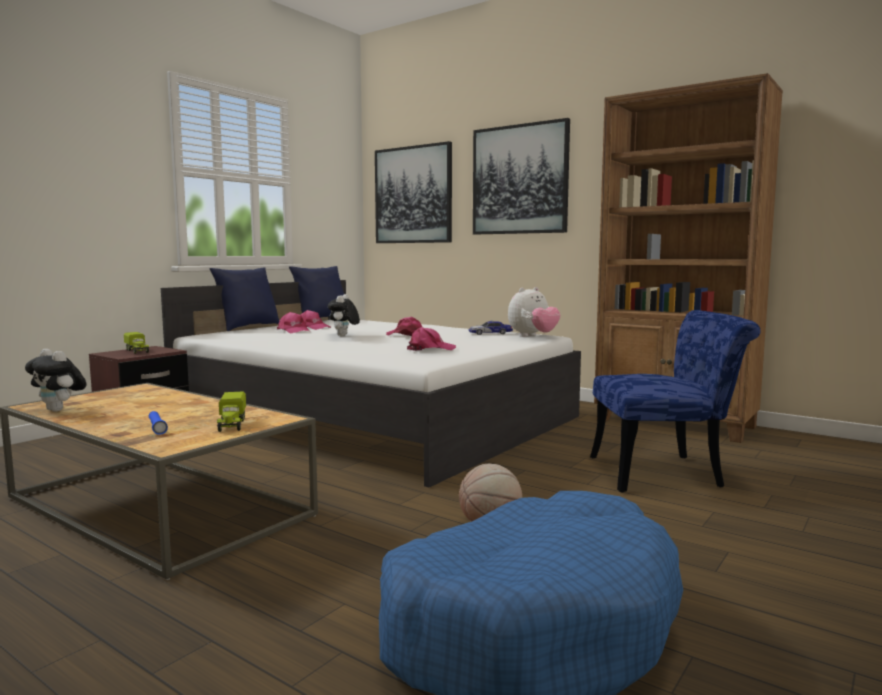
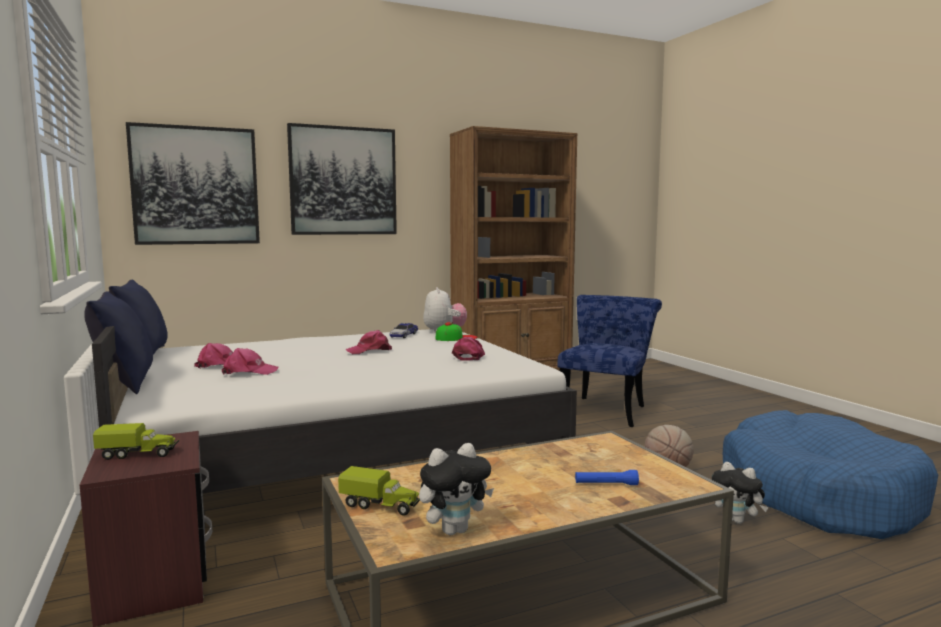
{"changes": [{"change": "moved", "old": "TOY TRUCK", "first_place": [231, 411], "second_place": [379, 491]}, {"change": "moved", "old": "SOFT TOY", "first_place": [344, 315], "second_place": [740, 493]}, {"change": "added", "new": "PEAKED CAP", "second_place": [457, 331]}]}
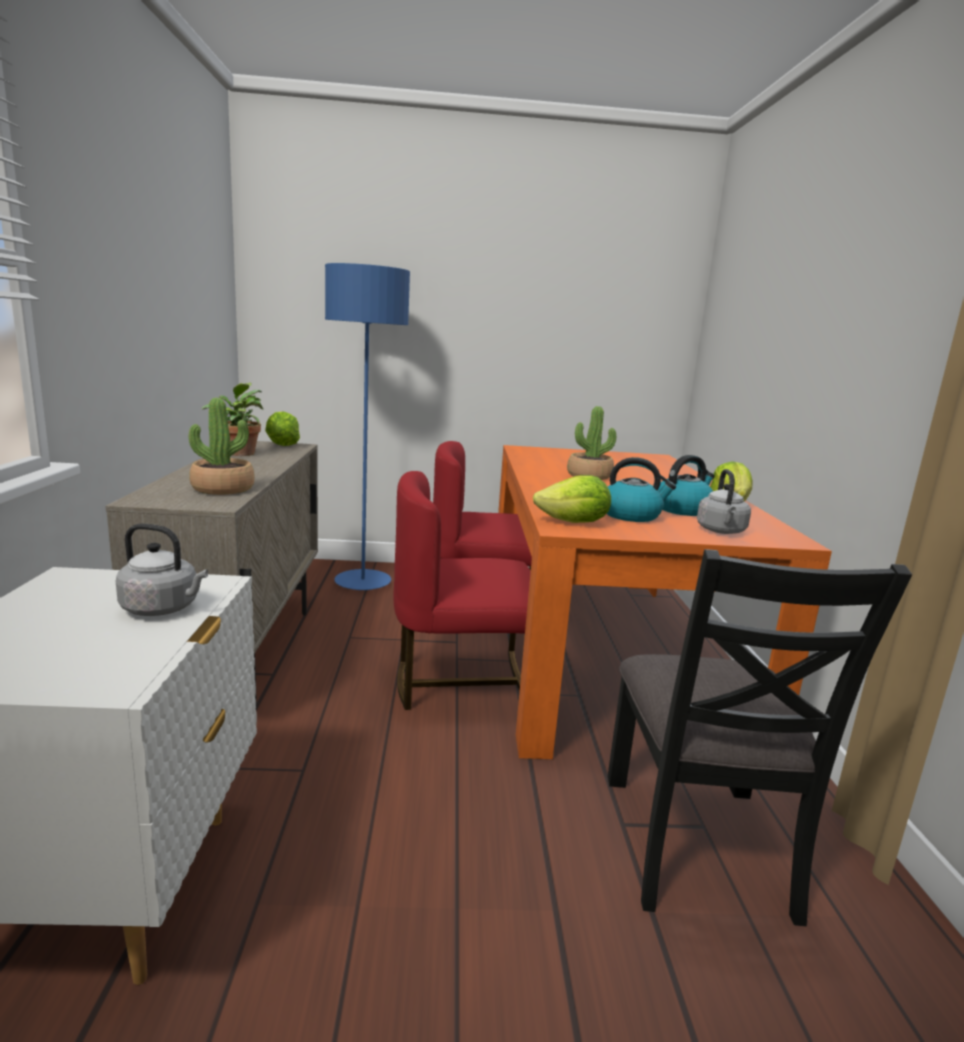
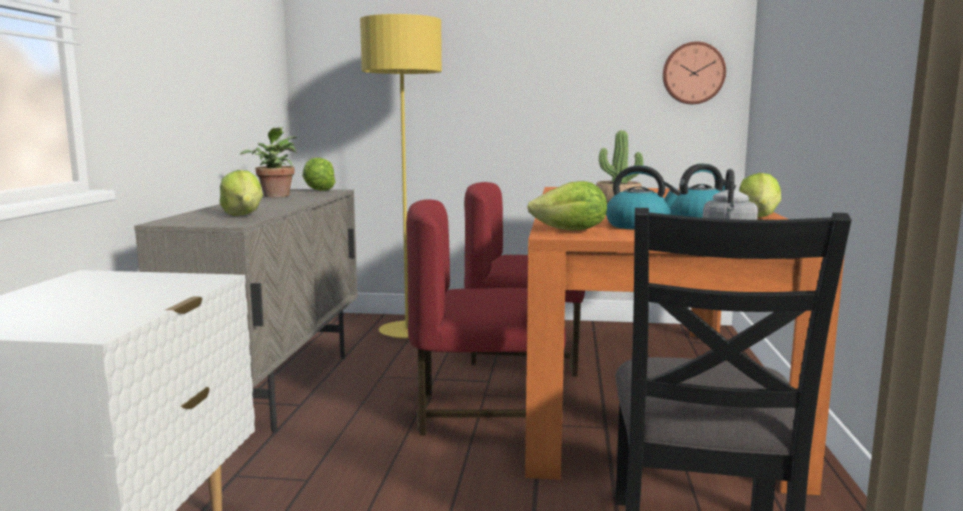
{"changes": [{"change": "removed", "old": "GRAY WATER KETTLE", "first_place": [162, 570]}, {"change": "replaced", "old": "PLANT IN A POT", "new": "HEAD OF LETTUCE", "first_place": [222, 446], "second_place": [241, 193]}, {"change": "recoloured", "old": "BLUE-COLOURED STANDARD LAMP", "new": "YELLOW-COLOURED STANDARD LAMP", "first_place": [367, 426], "second_place": [401, 176]}, {"change": "added", "new": "WALL CLOCK", "second_place": [694, 73]}]}
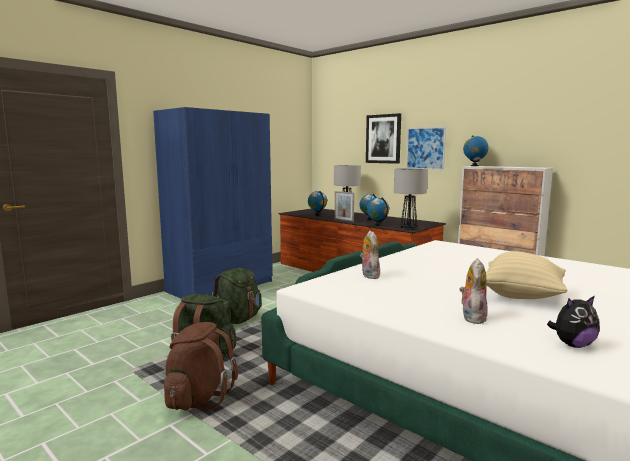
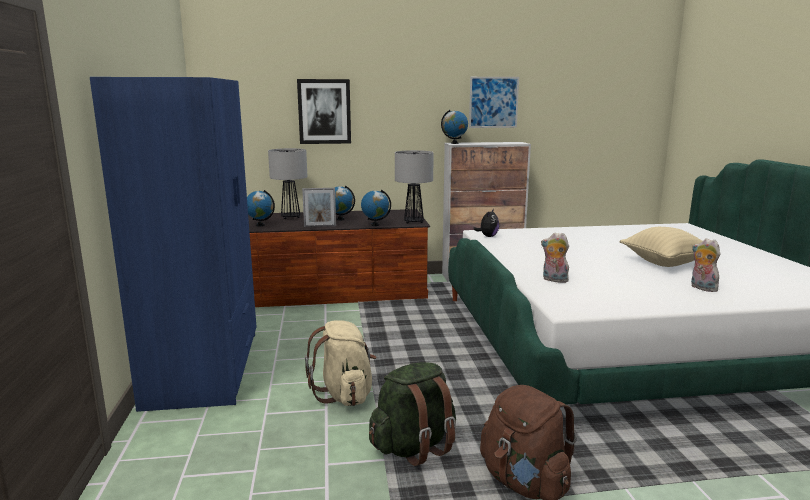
{"changes": [{"change": "recoloured", "old": "GREEN-COLOURED BACKPACK", "new": "BEIGE-COLOURED BACKPACK", "first_place": [237, 296], "second_place": [340, 363]}, {"change": "moved", "old": "WALL PICTURE", "first_place": [426, 148], "second_place": [494, 102]}, {"change": "moved", "old": "SOFT TOY", "first_place": [573, 322], "second_place": [486, 223]}]}
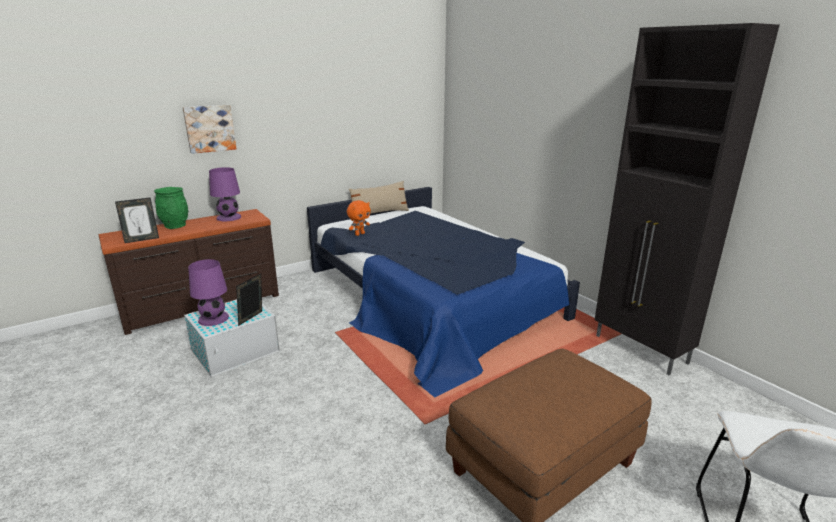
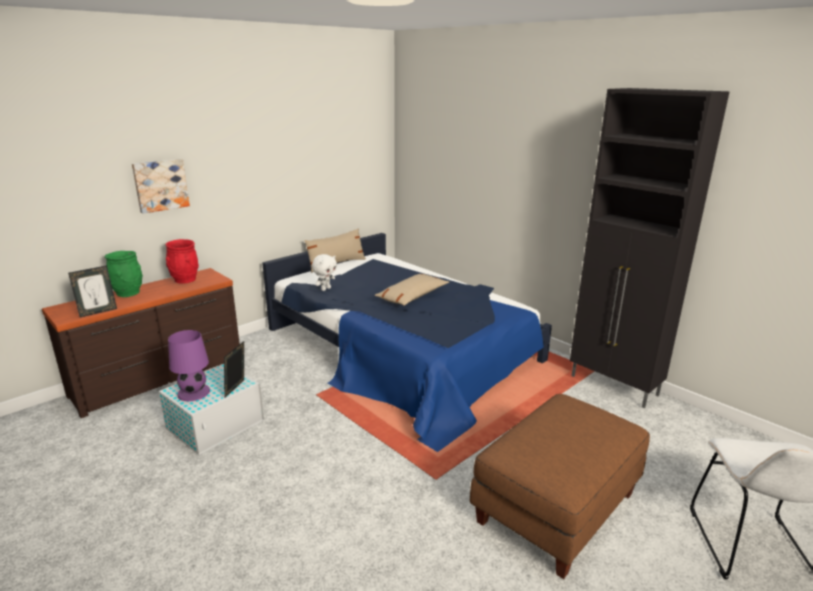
{"changes": [{"change": "replaced", "old": "PURPLE-COLOURED TABLE LAMP", "new": "RED-COLOURED FLOWER VASE", "first_place": [225, 194], "second_place": [182, 261]}, {"change": "recoloured", "old": "ORANGE SOFT TOY", "new": "WHITE SOFT TOY", "first_place": [359, 218], "second_place": [324, 272]}, {"change": "added", "new": "BEIGE-COLOURED CUSHION", "second_place": [412, 290]}]}
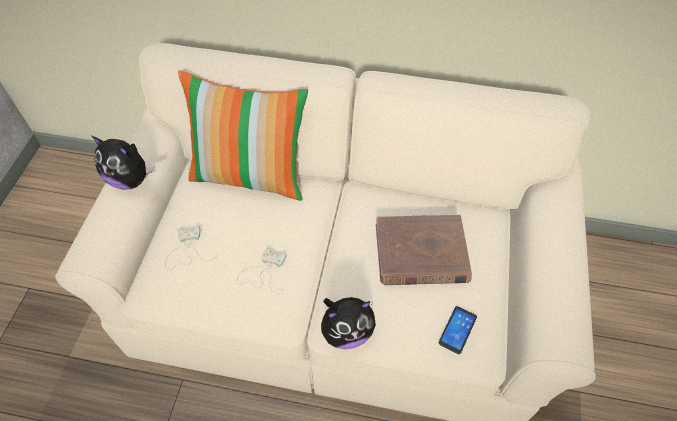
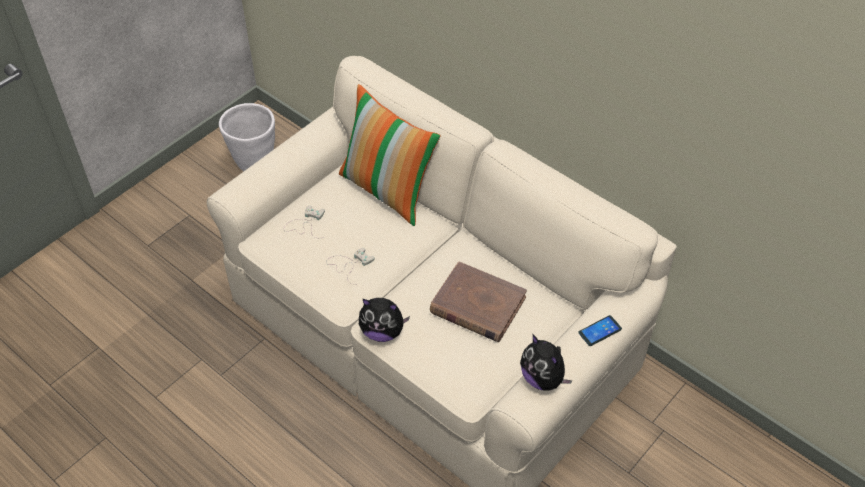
{"changes": [{"change": "moved", "old": "SOFT TOY", "first_place": [124, 163], "second_place": [546, 362]}, {"change": "moved", "old": "PHONE", "first_place": [458, 330], "second_place": [600, 330]}, {"change": "added", "new": "WHITE PLANTER", "second_place": [247, 137]}]}
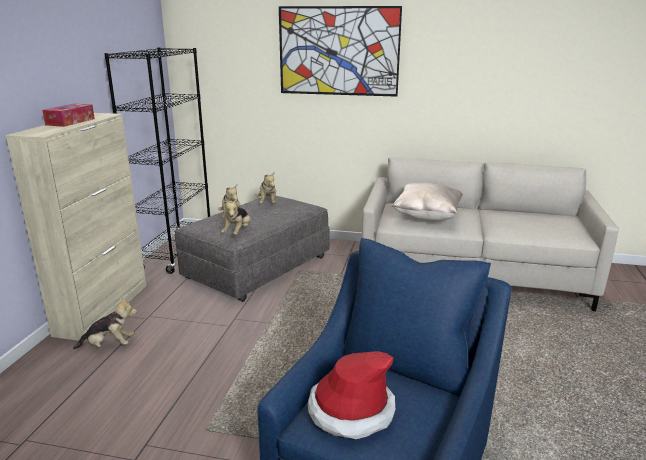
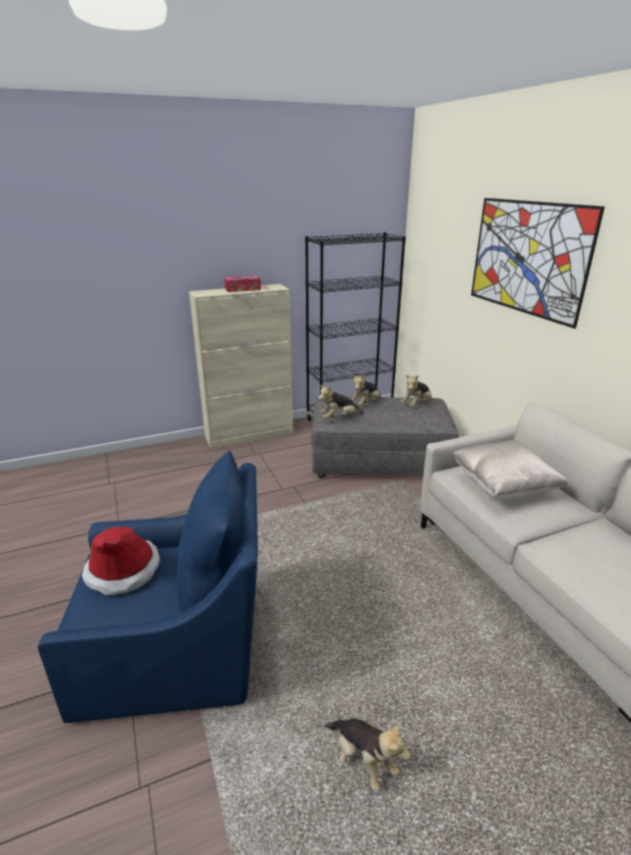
{"changes": [{"change": "moved", "old": "SOFT TOY", "first_place": [105, 323], "second_place": [368, 755]}]}
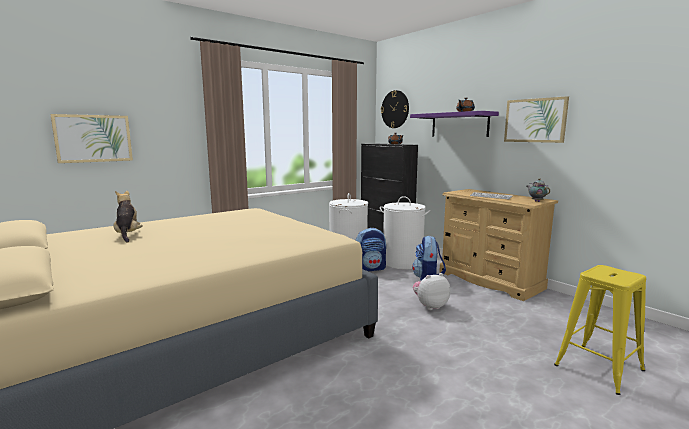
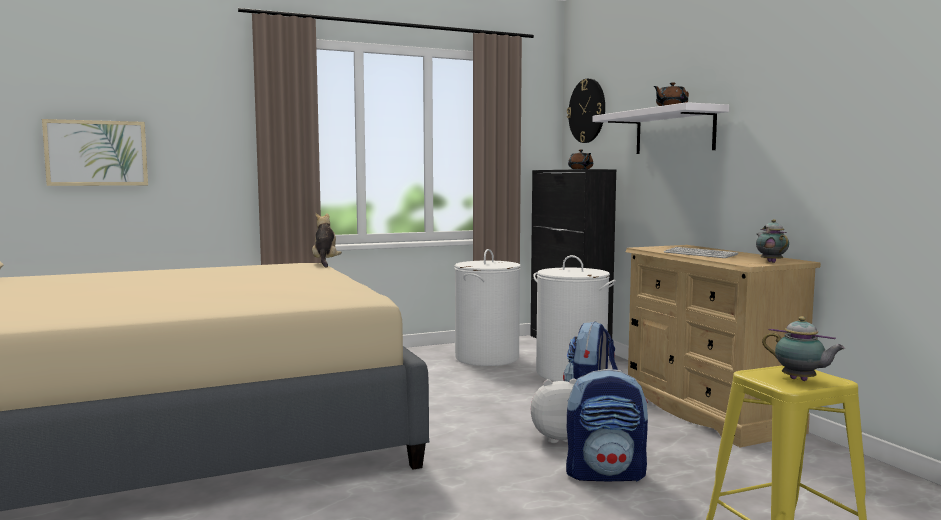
{"changes": [{"change": "moved", "old": "SOFT TOY", "first_place": [128, 216], "second_place": [327, 240]}, {"change": "moved", "old": "BACKPACK", "first_place": [371, 249], "second_place": [607, 425]}, {"change": "recoloured", "old": "PURPLE-COLOURED WALL SHELF", "new": "WHITE WALL SHELF", "first_place": [454, 124], "second_place": [660, 128]}, {"change": "removed", "old": "WALL PICTURE", "first_place": [536, 119]}, {"change": "added", "new": "TEAPOT", "second_place": [803, 348]}]}
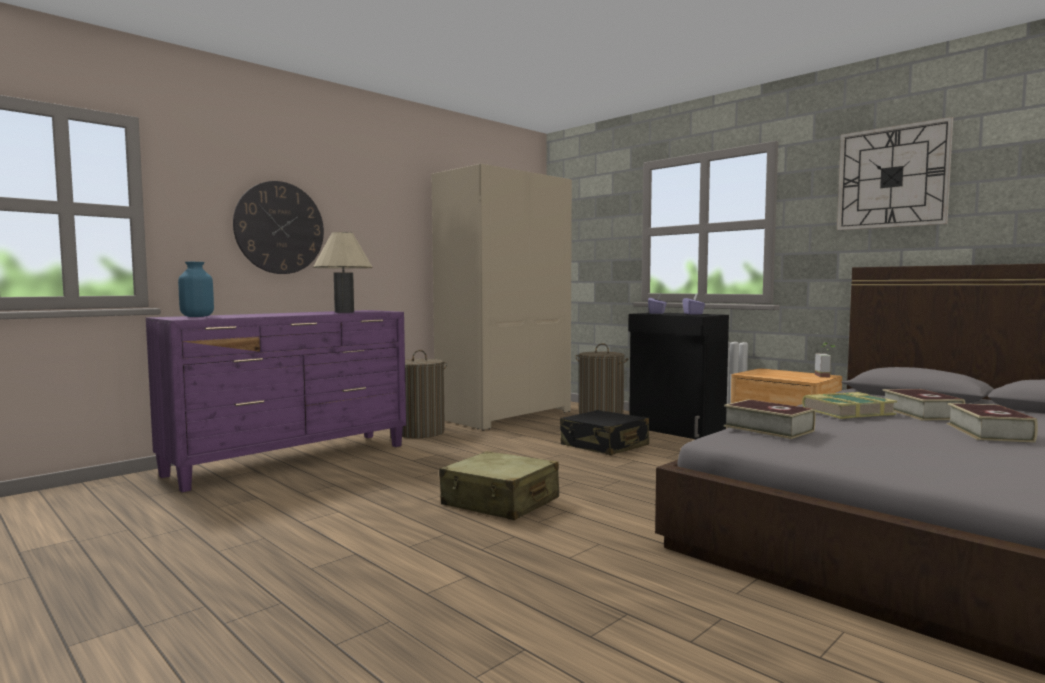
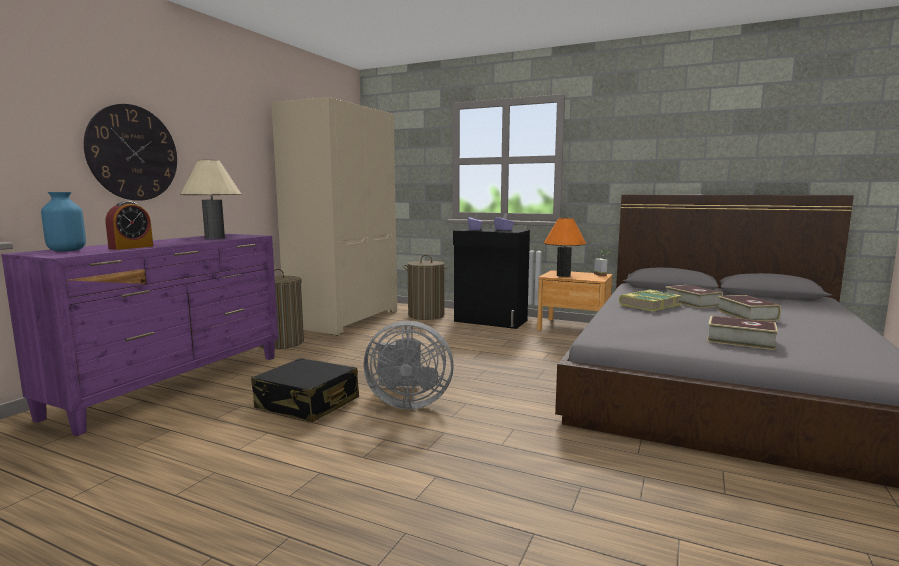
{"changes": [{"change": "replaced", "old": "BEIGE-COLOURED TRAVEL CASE", "new": "GRAY FAN", "first_place": [499, 485], "second_place": [409, 365]}, {"change": "moved", "old": "BLACKISH TRAVEL CASE", "first_place": [604, 432], "second_place": [305, 390]}, {"change": "moved", "old": "BOOK", "first_place": [769, 419], "second_place": [742, 333]}, {"change": "removed", "old": "WALL CLOCK", "first_place": [895, 173]}, {"change": "added", "new": "TABLE CLOCK", "second_place": [129, 225]}, {"change": "added", "new": "ORANGE TABLE LAMP", "second_place": [565, 247]}]}
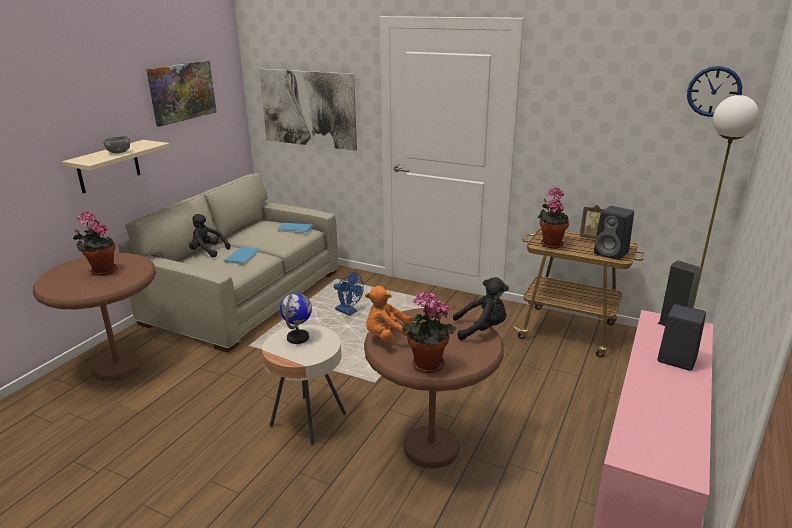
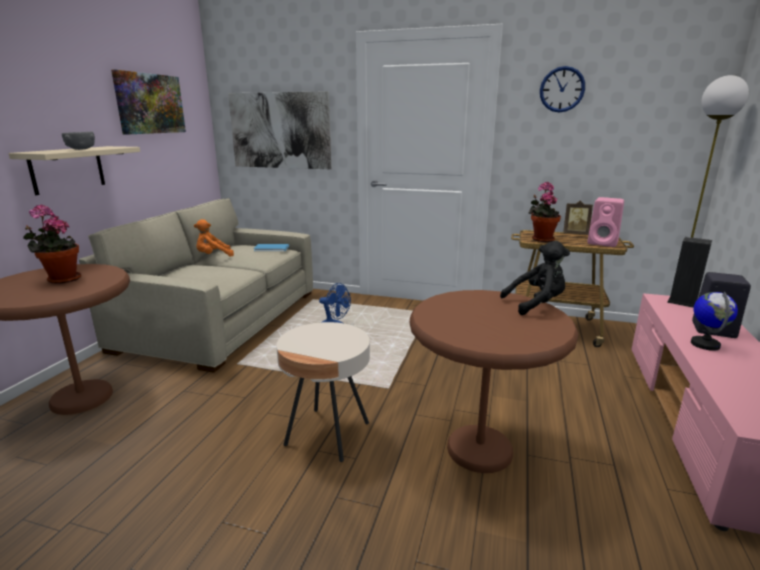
{"changes": [{"change": "removed", "old": "BLACKISH SOFT TOY", "first_place": [209, 235]}, {"change": "removed", "old": "BLUE-COLOURED BOOK", "first_place": [241, 256]}, {"change": "moved", "old": "WORLD GLOBE", "first_place": [296, 318], "second_place": [714, 321]}, {"change": "moved", "old": "ORANGE SOFT TOY", "first_place": [388, 314], "second_place": [214, 238]}, {"change": "removed", "old": "PLANT IN A POT", "first_place": [429, 332]}, {"change": "recoloured", "old": "BLACKISH AUDIO SPEAKER", "new": "PINKISH AUDIO SPEAKER", "first_place": [614, 233], "second_place": [605, 222]}, {"change": "moved", "old": "WALL CLOCK", "first_place": [714, 91], "second_place": [562, 89]}]}
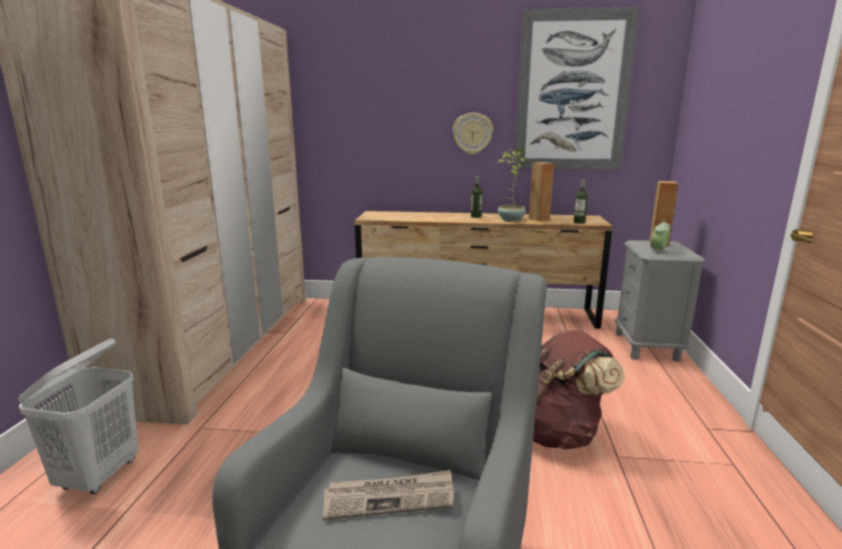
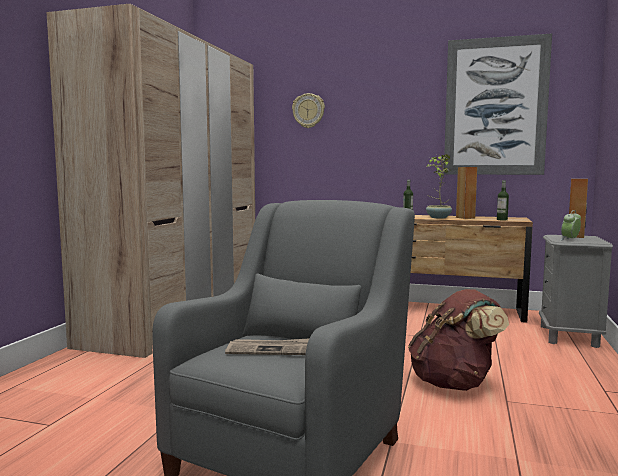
{"changes": [{"change": "removed", "old": "WHITE HAMPER", "first_place": [78, 416]}, {"change": "moved", "old": "WALL CLOCK", "first_place": [472, 134], "second_place": [308, 110]}]}
